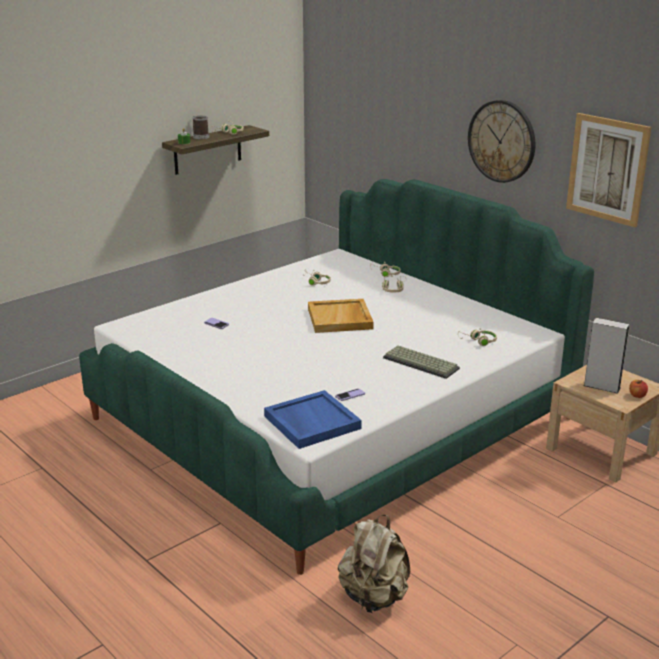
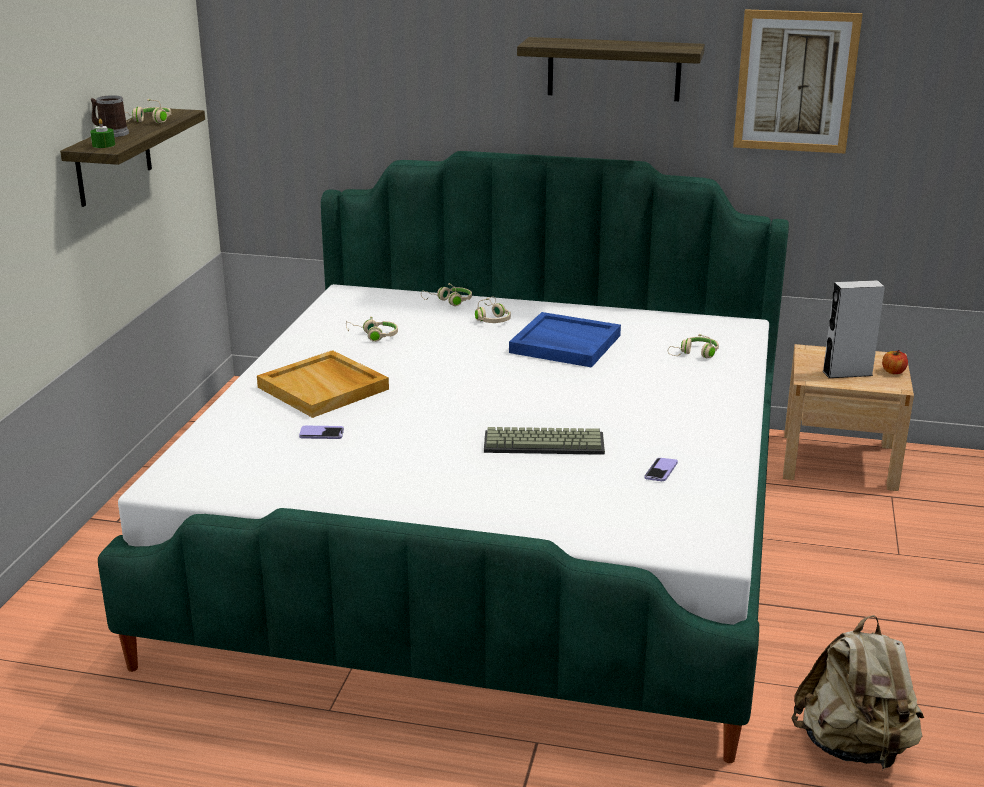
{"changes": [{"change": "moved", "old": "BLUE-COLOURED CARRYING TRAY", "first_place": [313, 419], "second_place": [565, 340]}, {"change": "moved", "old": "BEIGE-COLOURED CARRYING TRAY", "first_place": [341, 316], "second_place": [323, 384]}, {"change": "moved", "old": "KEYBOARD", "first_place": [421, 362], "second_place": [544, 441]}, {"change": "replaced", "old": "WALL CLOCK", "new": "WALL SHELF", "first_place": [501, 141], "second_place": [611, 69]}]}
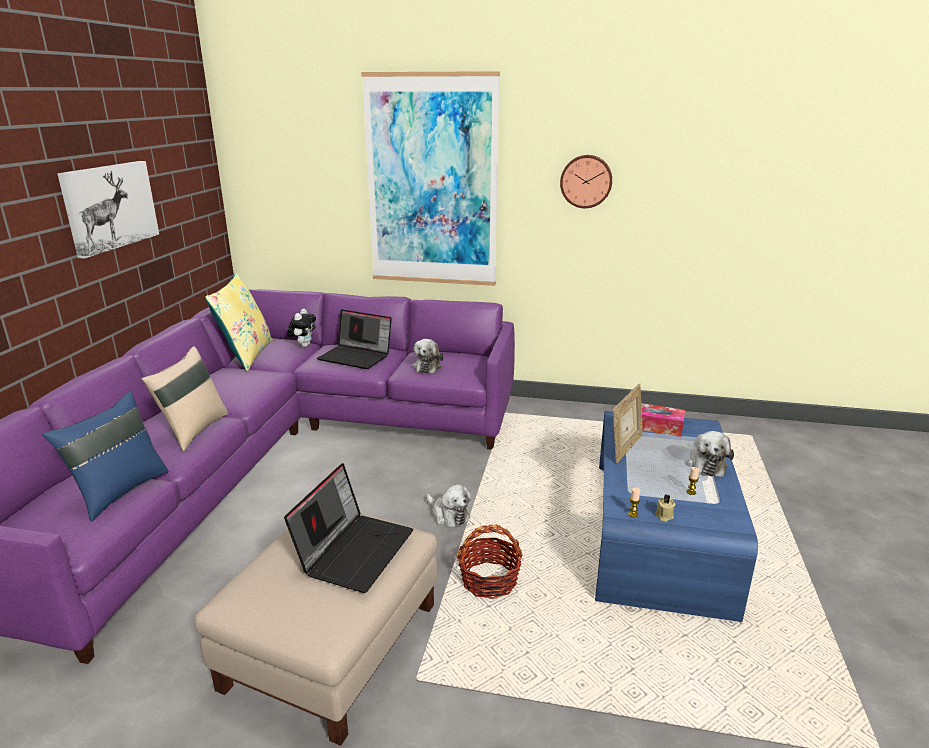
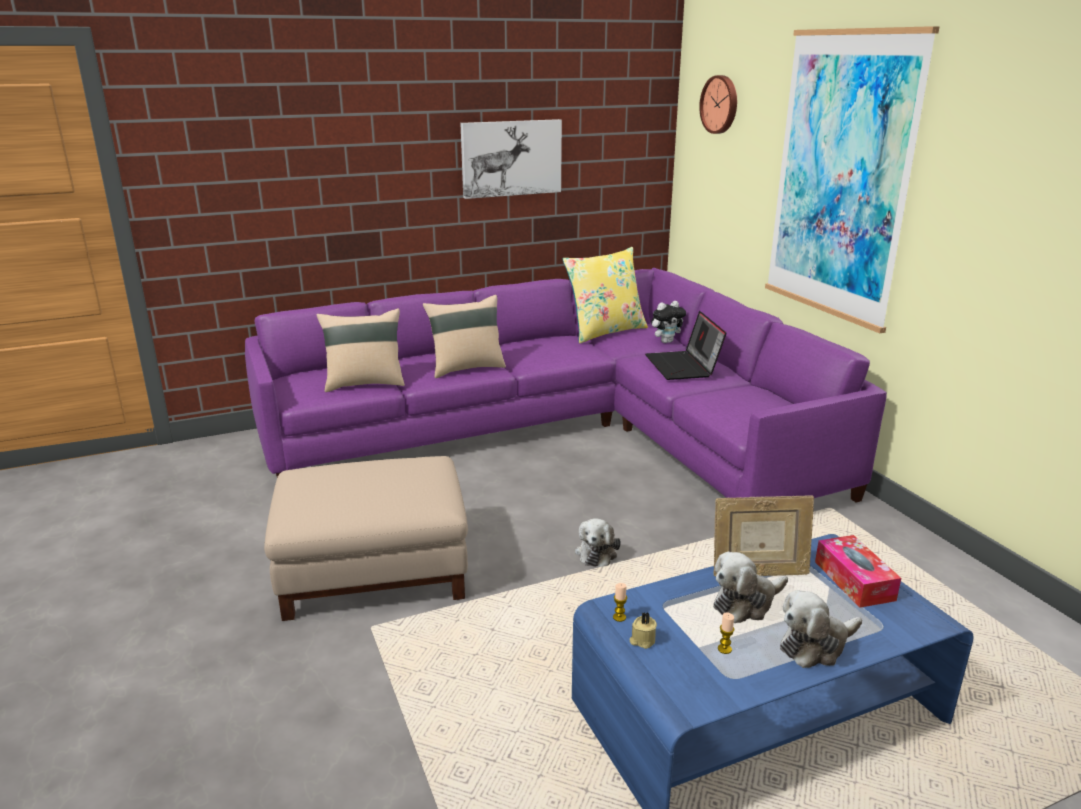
{"changes": [{"change": "recoloured", "old": "BLUE-COLOURED CUSHION", "new": "BEIGE-COLOURED CUSHION", "first_place": [105, 456], "second_place": [360, 350]}, {"change": "removed", "old": "PORTABLE COMPUTER", "first_place": [348, 528]}, {"change": "moved", "old": "SOFT TOY", "first_place": [428, 356], "second_place": [750, 587]}, {"change": "removed", "old": "HOUSEHOLD BASKET", "first_place": [489, 562]}, {"change": "moved", "old": "WALL CLOCK", "first_place": [586, 181], "second_place": [718, 104]}]}
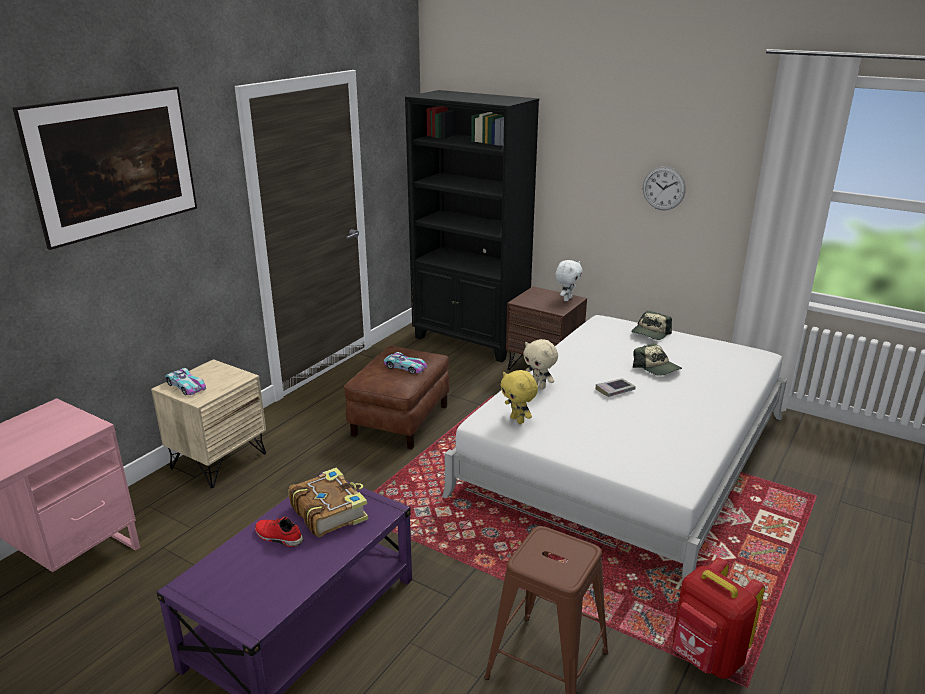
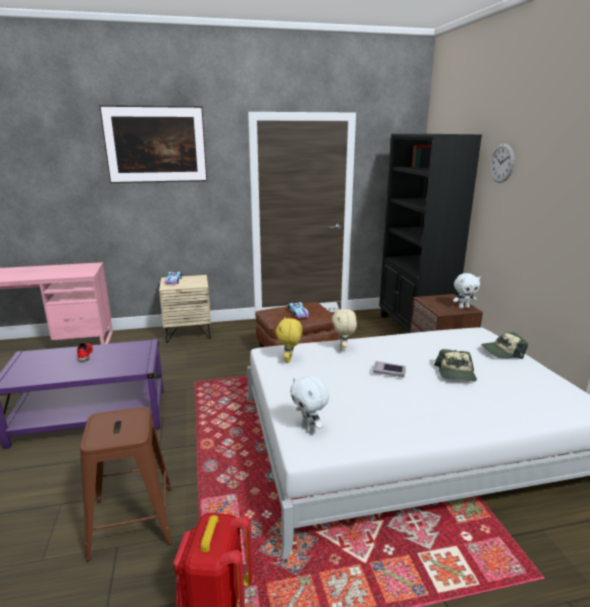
{"changes": [{"change": "removed", "old": "BOOK", "first_place": [328, 502]}, {"change": "moved", "old": "WALL CLOCK", "first_place": [664, 188], "second_place": [502, 163]}, {"change": "added", "new": "WHITE SOFT TOY", "second_place": [309, 404]}]}
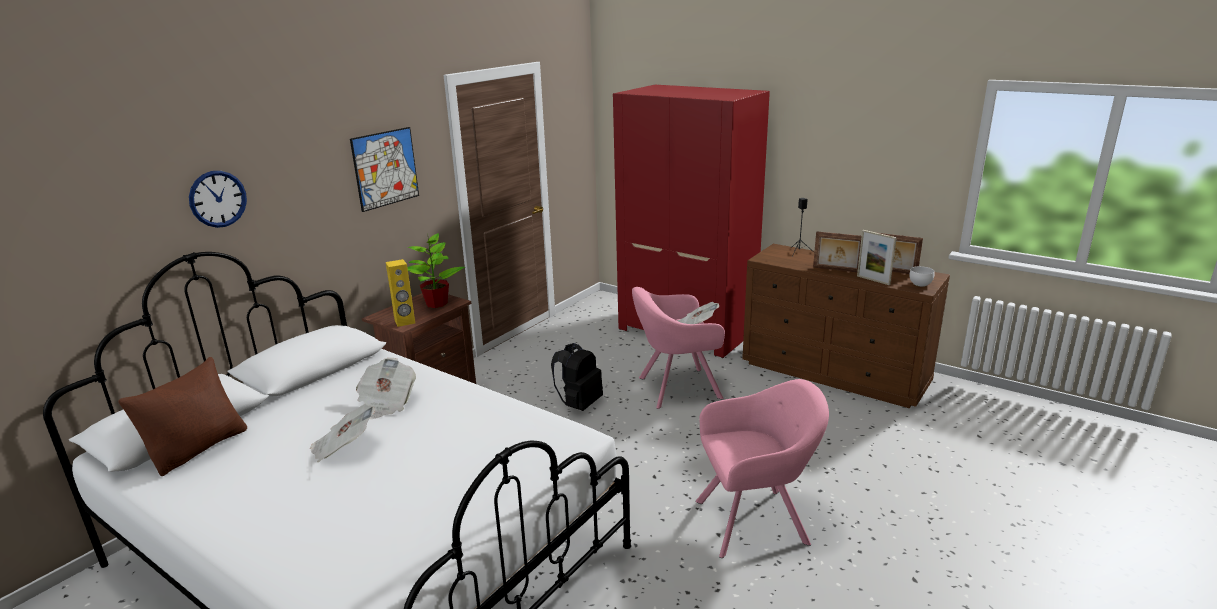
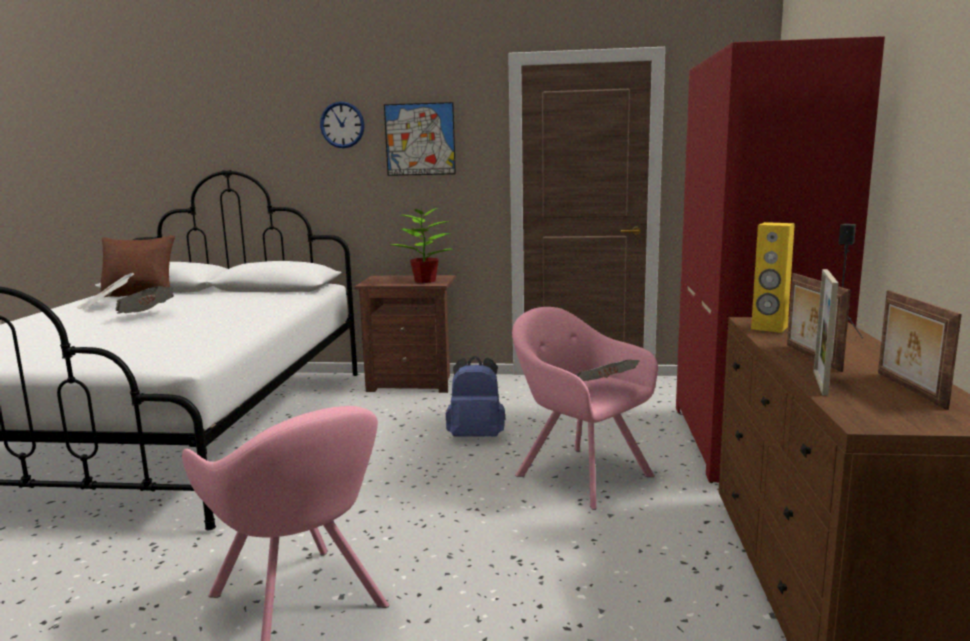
{"changes": [{"change": "moved", "old": "WALL CLOCK", "first_place": [218, 199], "second_place": [342, 124]}, {"change": "moved", "old": "DAILY PAPER", "first_place": [386, 388], "second_place": [105, 291]}, {"change": "moved", "old": "YELLOW-COLOURED AUDIO SPEAKER", "first_place": [400, 293], "second_place": [773, 277]}, {"change": "recoloured", "old": "BLACKISH BACKPACK", "new": "BLUE-COLOURED BACKPACK", "first_place": [577, 377], "second_place": [475, 396]}, {"change": "removed", "old": "WHITE DEEP DISH", "first_place": [922, 276]}]}
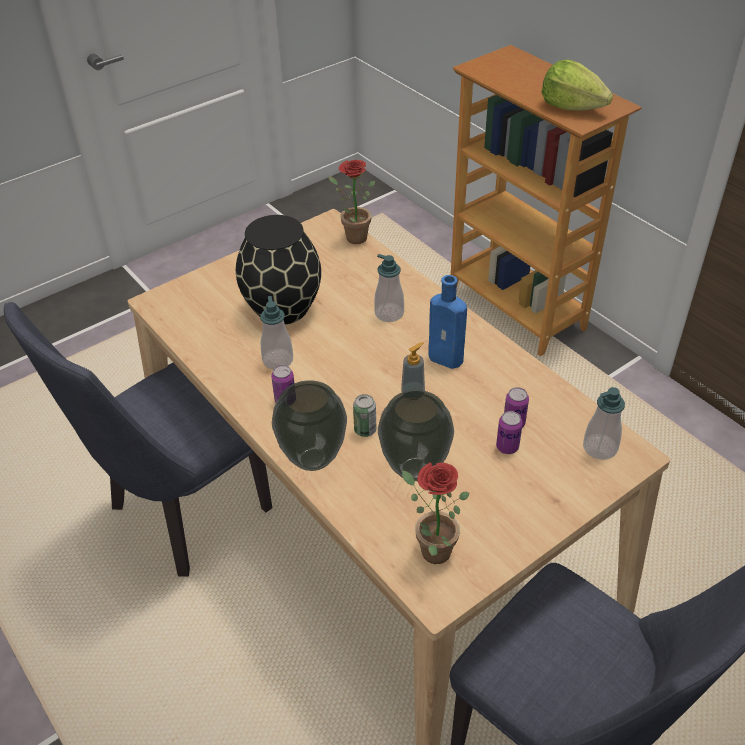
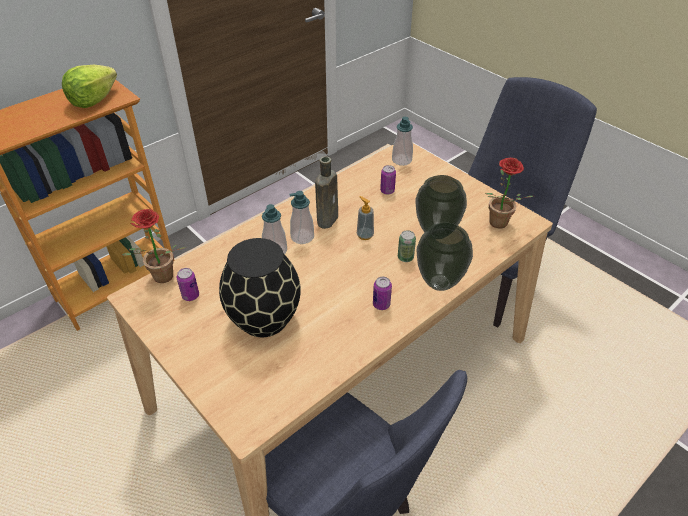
{"changes": [{"change": "moved", "old": "LIQUID SOAP BOTTLE", "first_place": [276, 332], "second_place": [301, 217]}, {"change": "recoloured", "old": "BLUE-COLOURED BEVERAGE BOTTLE", "new": "BROWNISH BEVERAGE BOTTLE", "first_place": [447, 322], "second_place": [326, 192]}, {"change": "moved", "old": "CAN", "first_place": [509, 432], "second_place": [188, 284]}]}
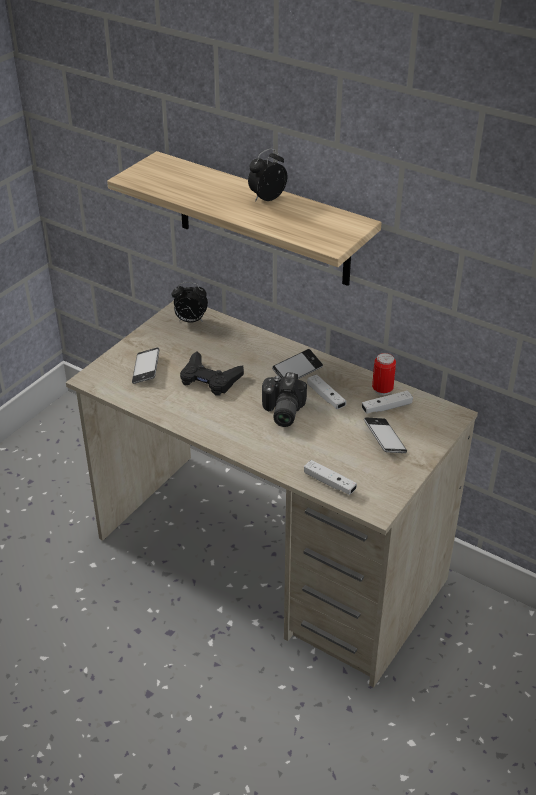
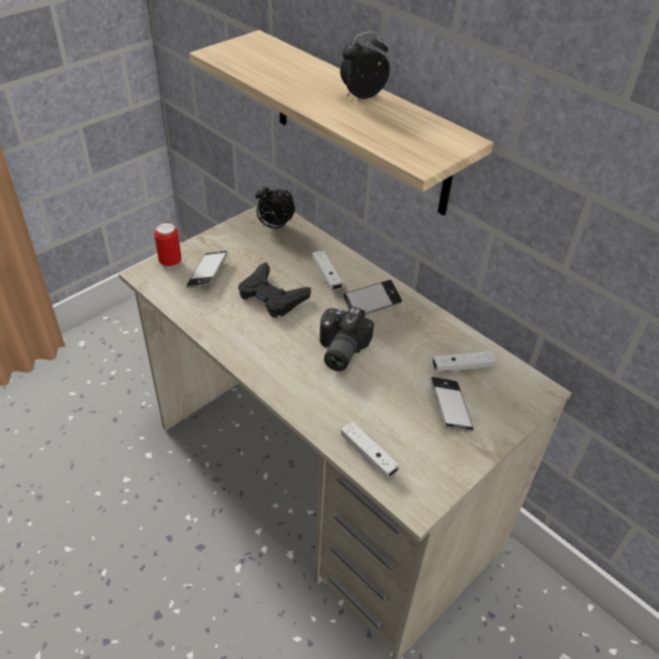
{"changes": [{"change": "moved", "old": "WHITE GAMEPAD", "first_place": [326, 391], "second_place": [327, 270]}, {"change": "moved", "old": "CAN", "first_place": [384, 374], "second_place": [168, 245]}]}
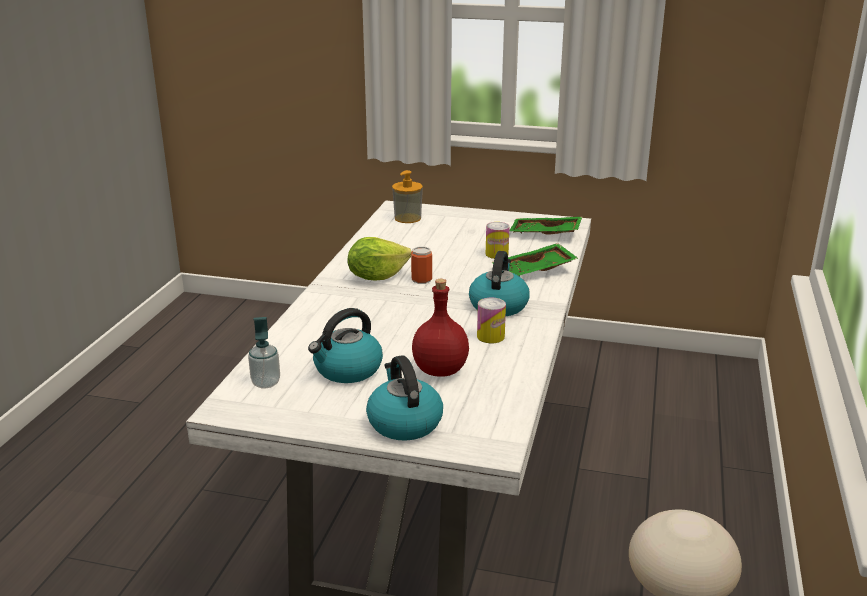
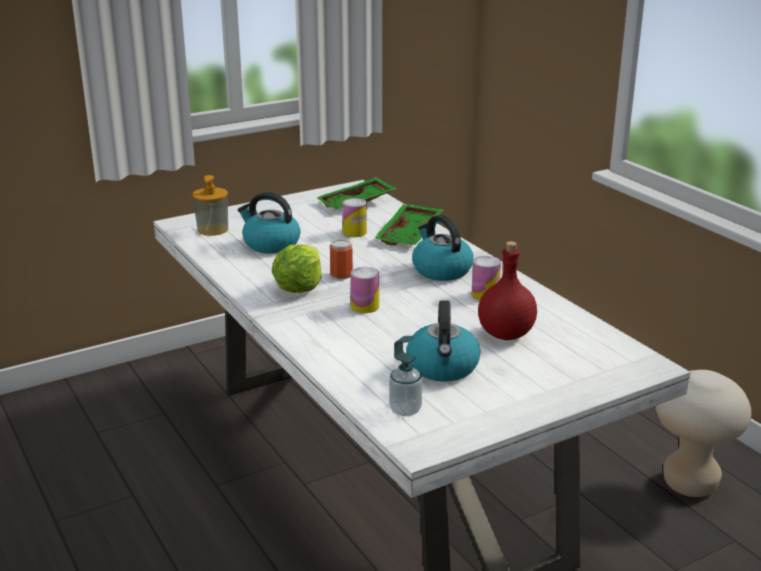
{"changes": [{"change": "moved", "old": "WATER KETTLE", "first_place": [404, 398], "second_place": [269, 223]}, {"change": "added", "new": "CAN", "second_place": [365, 290]}]}
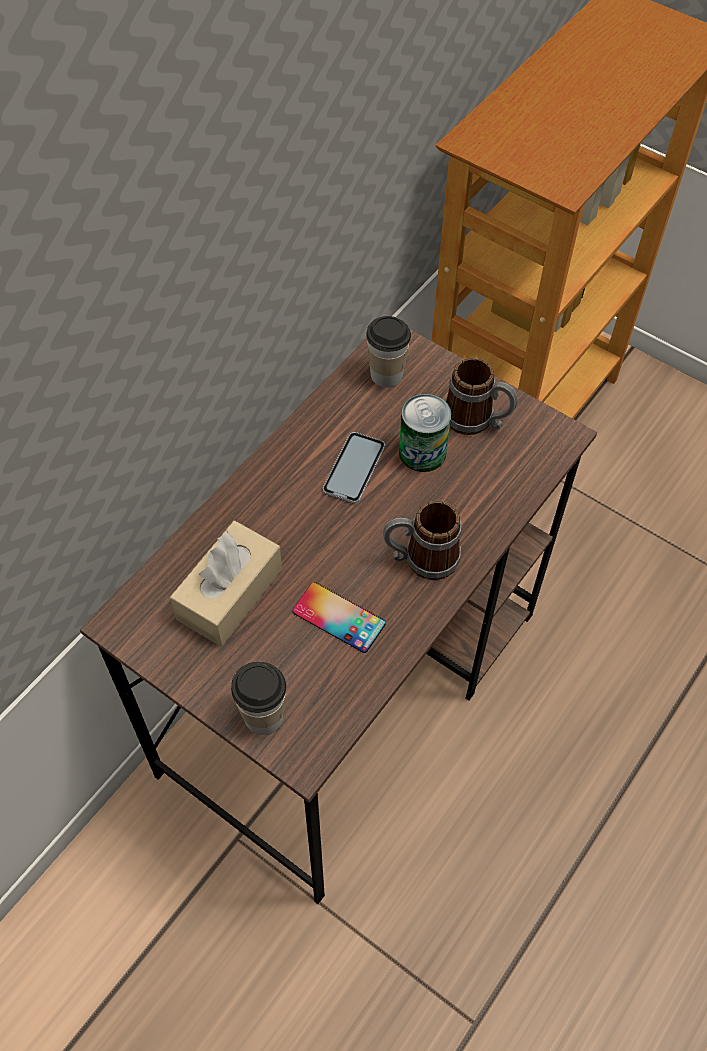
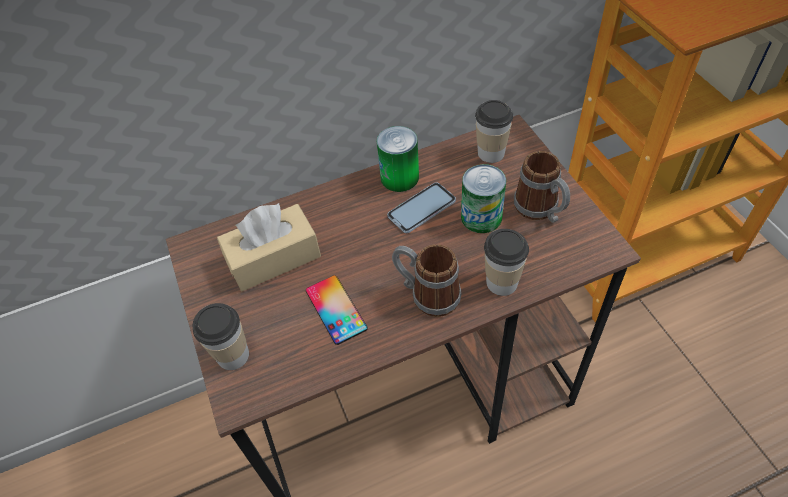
{"changes": [{"change": "added", "new": "CAN", "second_place": [398, 159]}, {"change": "added", "new": "DRINKING CUP", "second_place": [506, 262]}]}
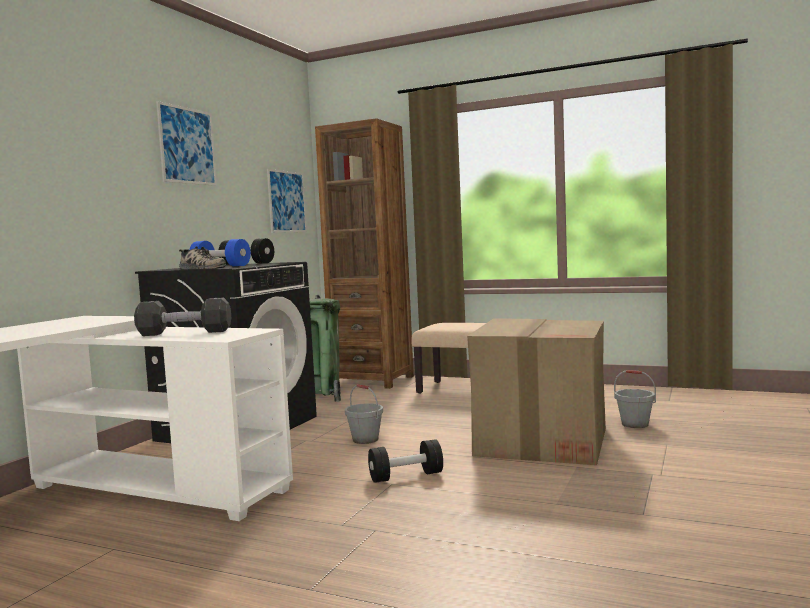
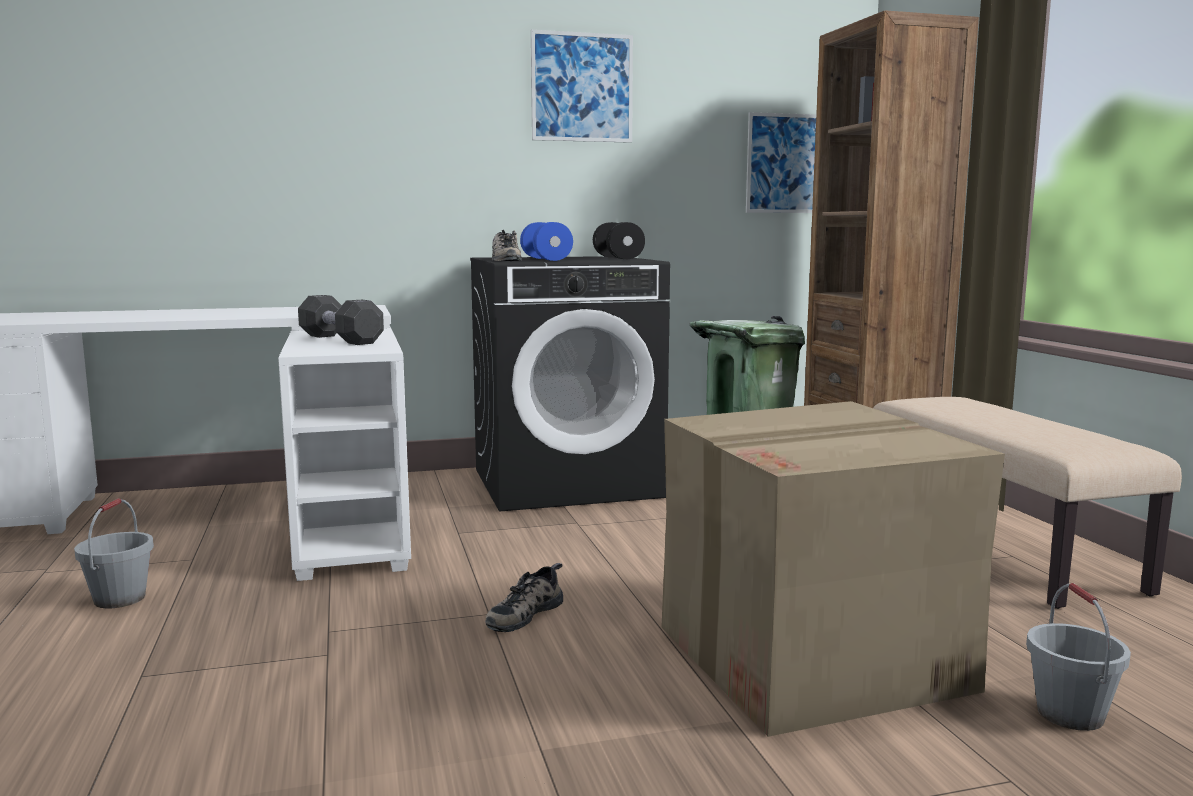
{"changes": [{"change": "moved", "old": "GRAY PAIL", "first_place": [364, 414], "second_place": [114, 553]}, {"change": "replaced", "old": "BLACKISH FREE WEIGHT", "new": "ITEM OF FOOTWEAR", "first_place": [405, 461], "second_place": [524, 597]}]}
